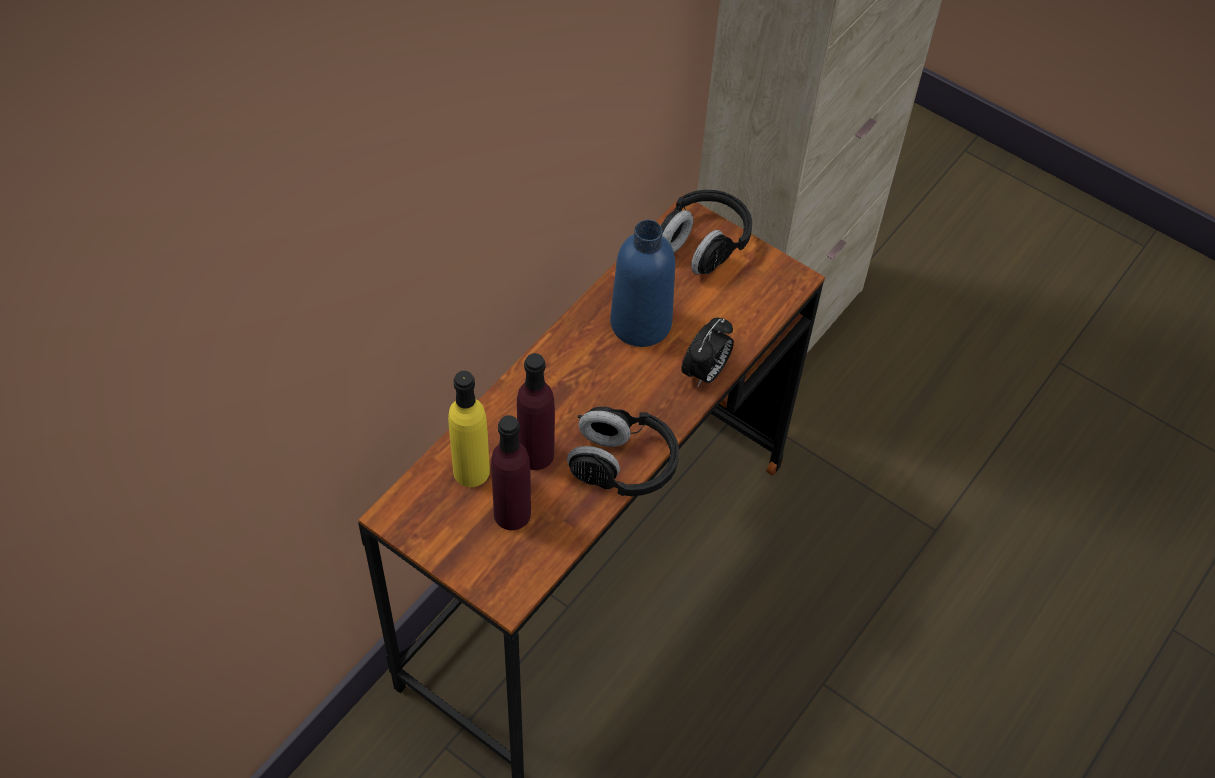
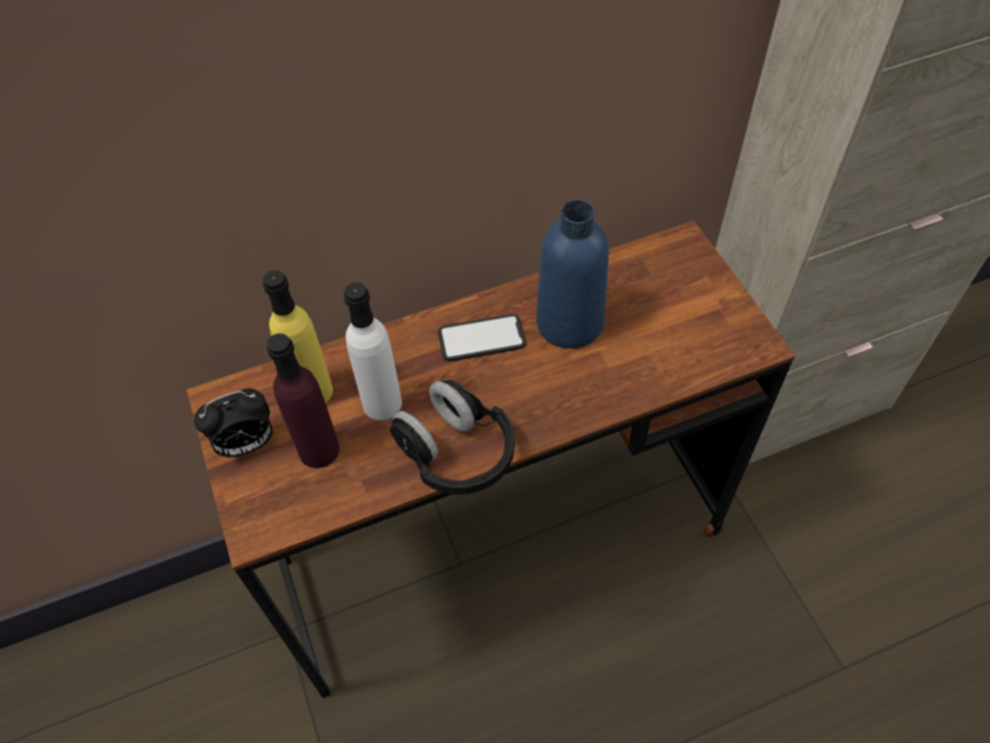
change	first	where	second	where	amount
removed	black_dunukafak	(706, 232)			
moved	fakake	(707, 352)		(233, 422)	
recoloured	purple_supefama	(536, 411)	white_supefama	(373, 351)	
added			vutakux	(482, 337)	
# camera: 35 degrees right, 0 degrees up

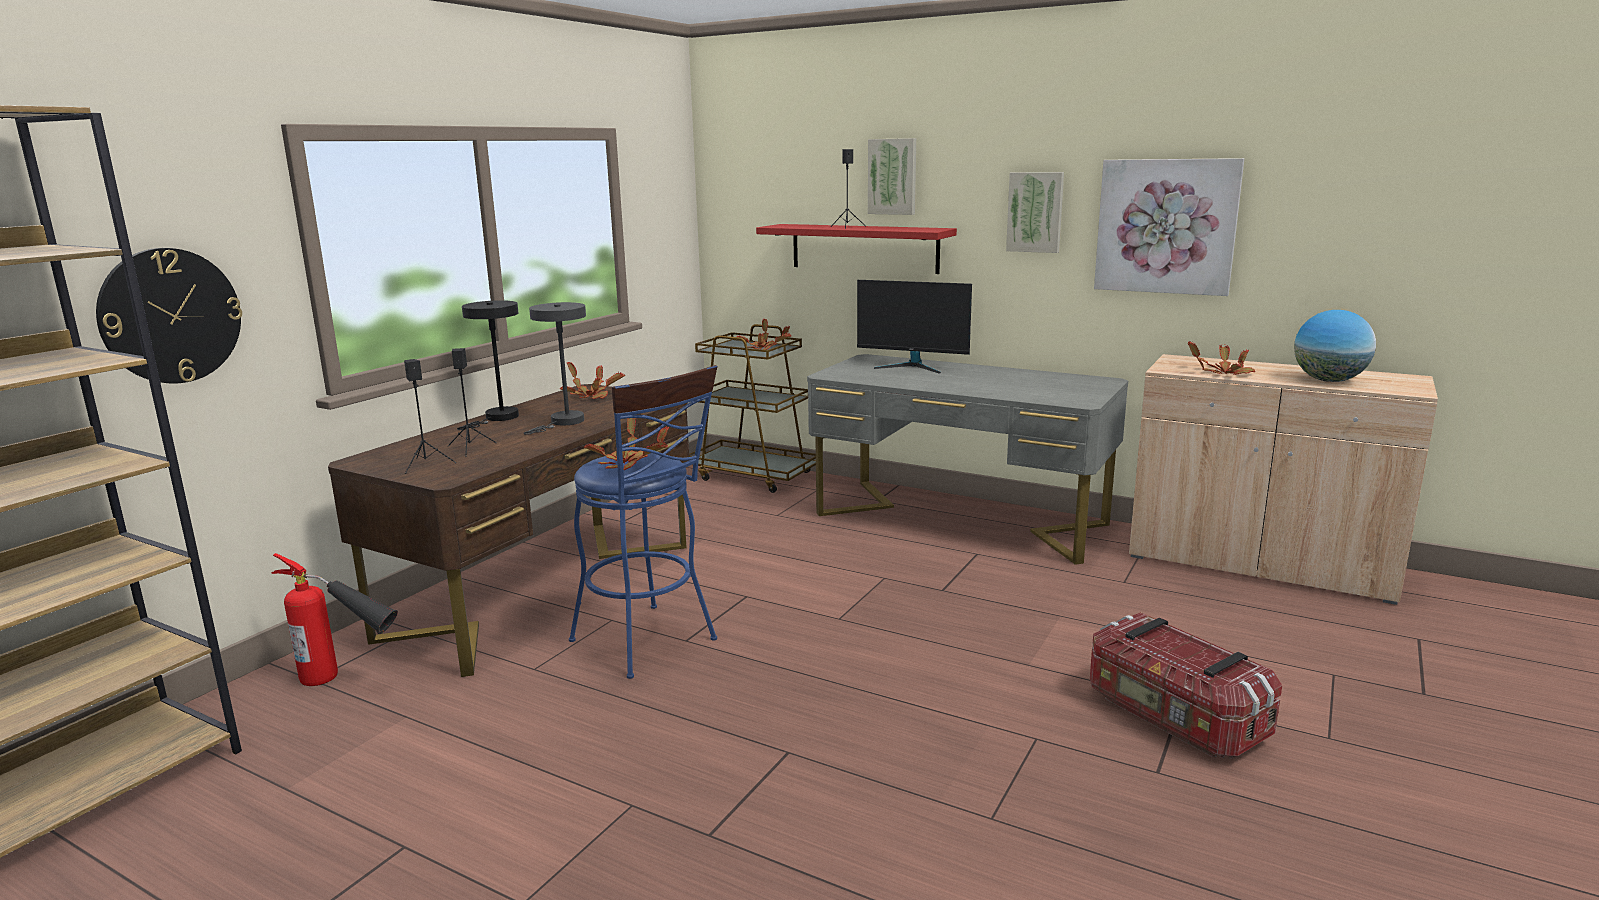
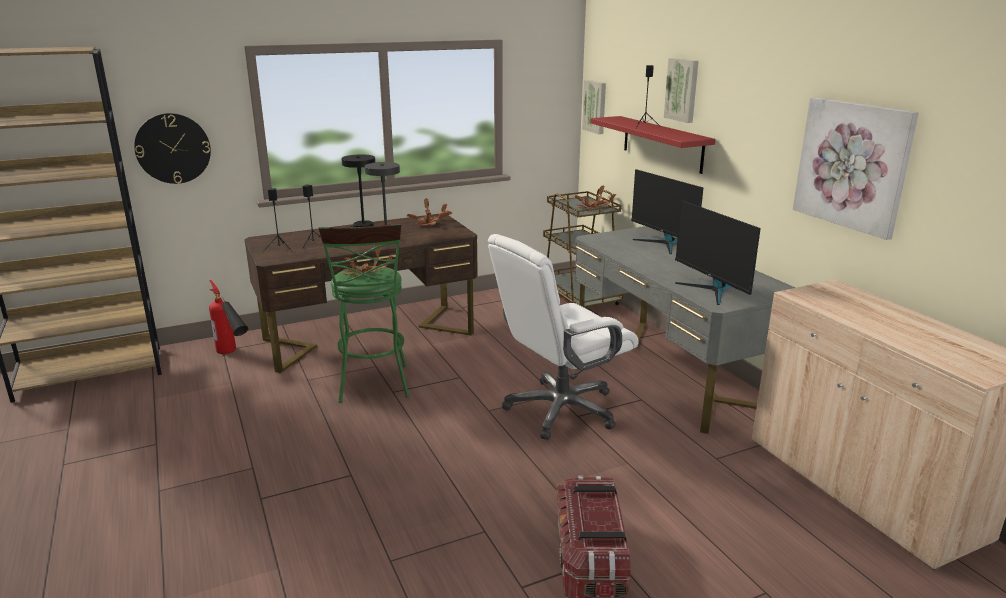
change	first	where	second	where	amount
moved	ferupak	(1035, 212)		(594, 107)	
removed	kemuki	(1335, 346)			
removed	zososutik	(1221, 358)			
recoloured	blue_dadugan	(643, 522)	green_dadugan	(364, 313)	
added			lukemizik	(718, 252)	
added			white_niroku	(563, 337)	
# camera: 35 degrees right, 5 degrees up

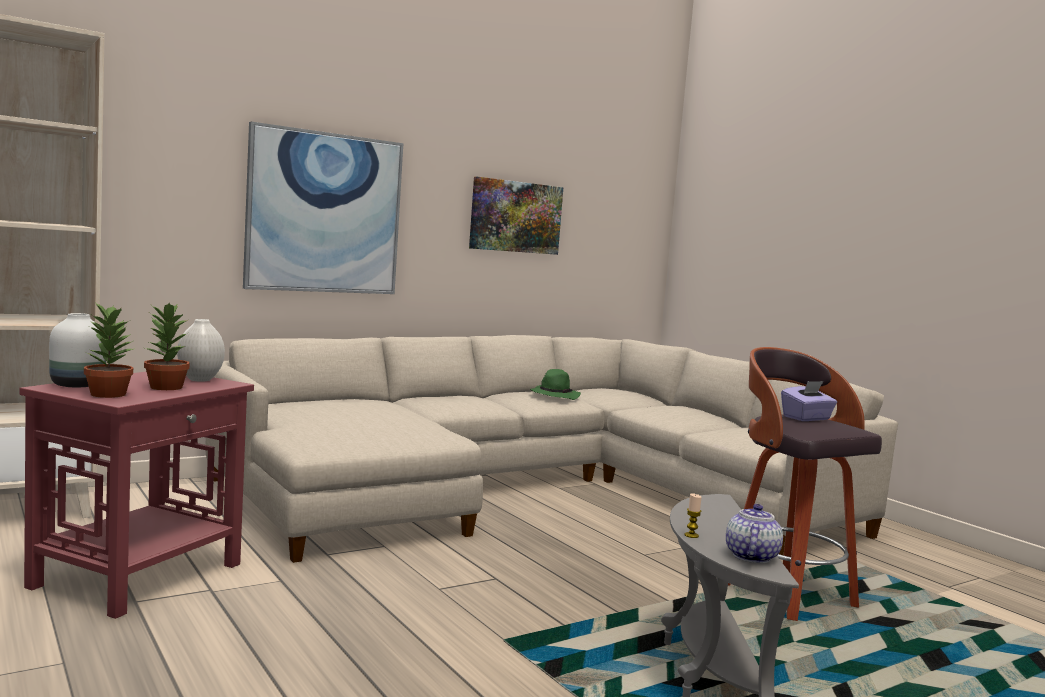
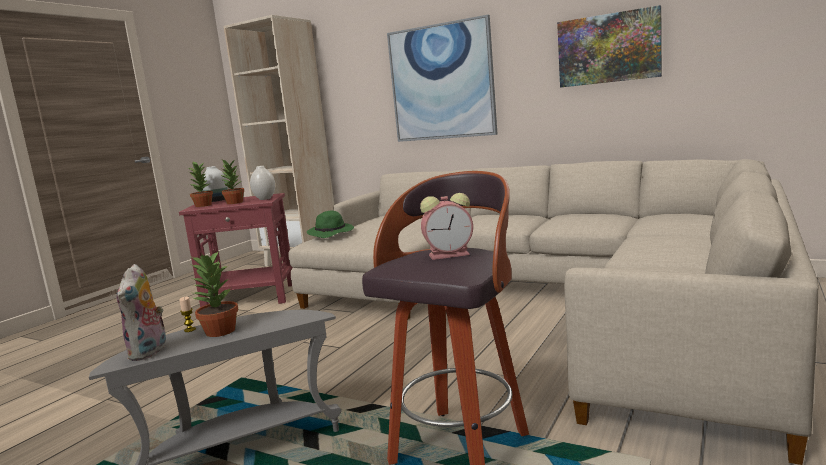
change	first	where	second	where	amount
moved	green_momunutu	(555, 384)		(330, 224)	
replaced	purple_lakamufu	(809, 401)	fakake	(446, 226)	
replaced	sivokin	(754, 533)	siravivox	(141, 312)	
added			zososutik	(215, 293)	
# camera: 65 degrees right, 5 degrees up

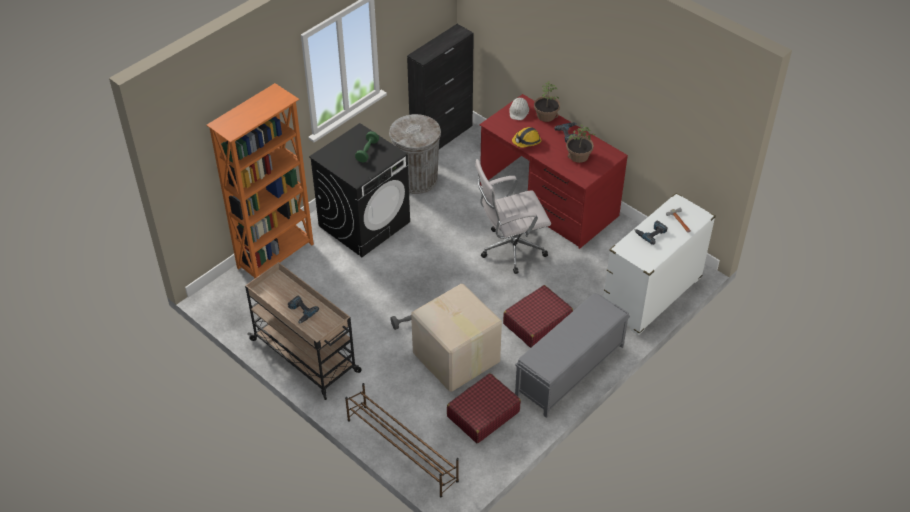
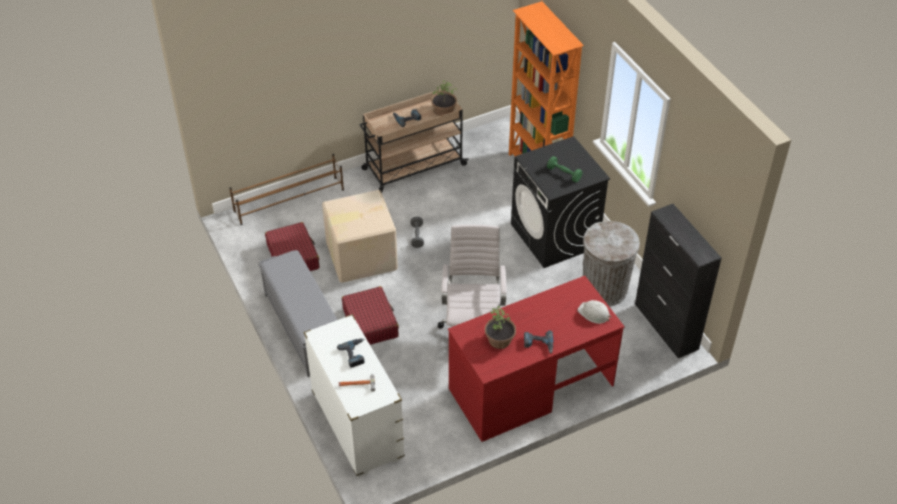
change	first	where	second	where	amount
moved	zososutik	(547, 101)		(444, 98)	
removed	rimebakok	(527, 137)			
# camera: 110 degrees right, 0 degrees up

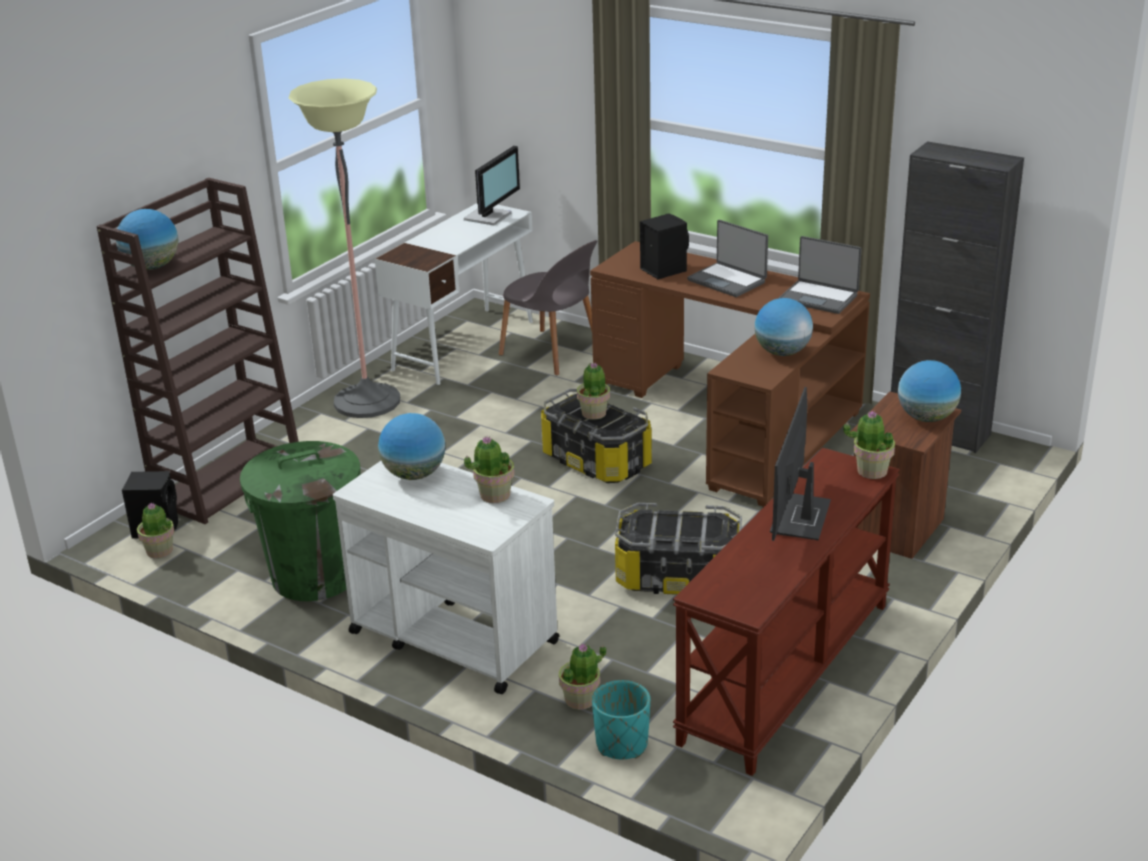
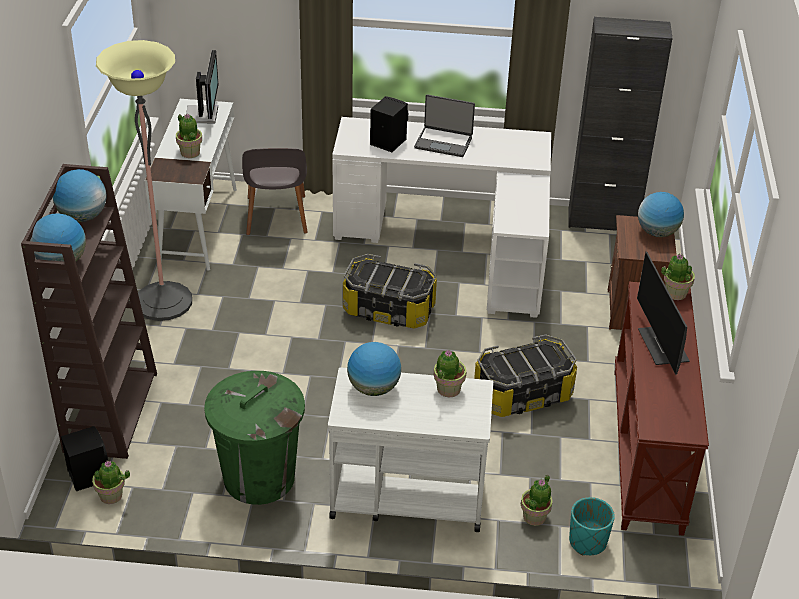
change	first	where	second	where	amount
removed	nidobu	(820, 275)			
turned	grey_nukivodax	(548, 307)		(275, 191)	75 degrees clockwise
recoloured	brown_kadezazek	(730, 374)	white_kadezazek	(441, 217)	
moved	kemuki	(783, 327)		(80, 195)	
moved	zososutik	(593, 391)		(189, 136)	
# camera: 30 degrees left, 10 degrees up

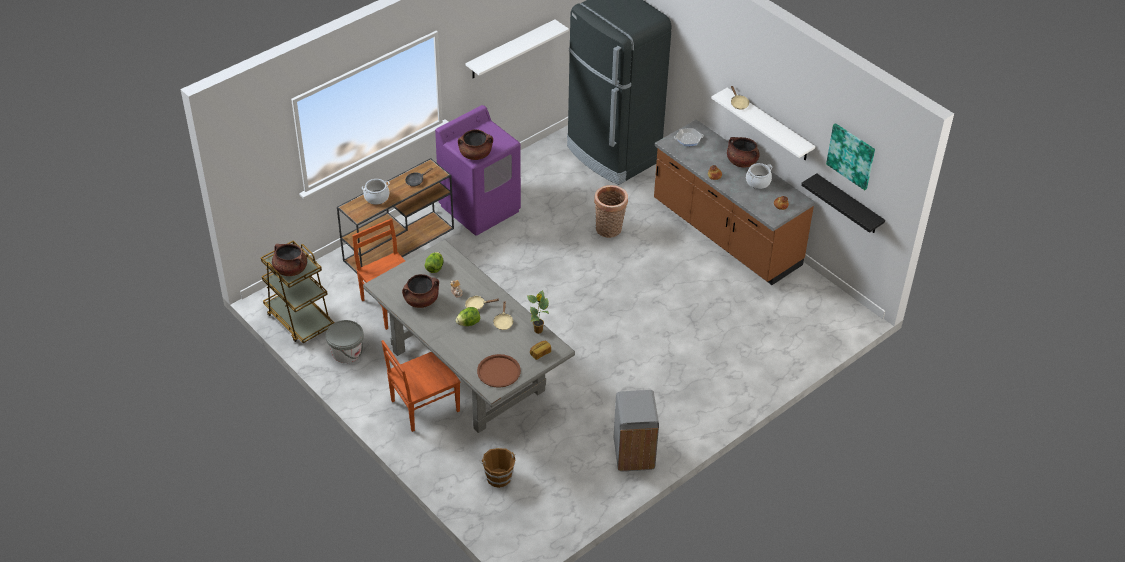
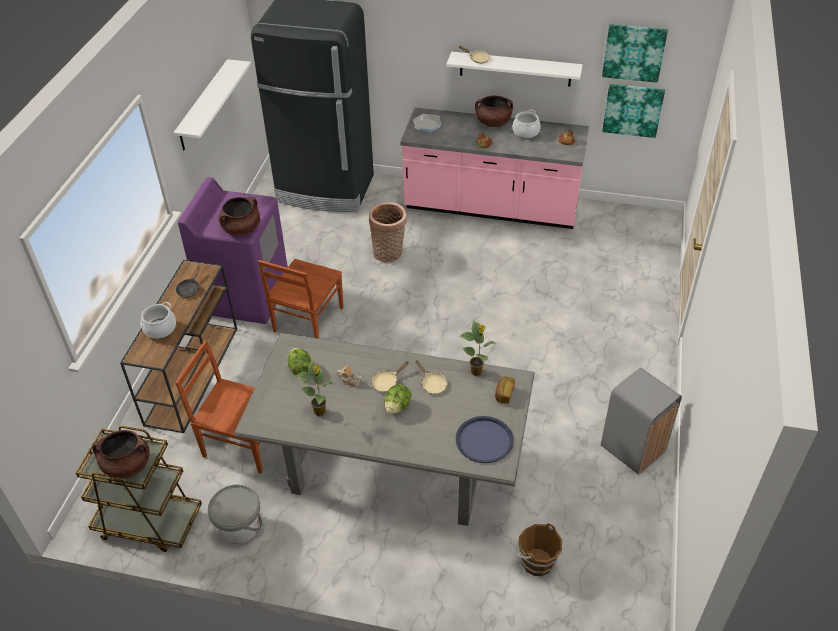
change	first	where	second	where	amount
recoloured	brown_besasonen	(734, 202)	pink_besasonen	(494, 168)	
replaced	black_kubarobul	(843, 203)	ferupak	(633, 111)	
replaced	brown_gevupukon	(420, 291)	zososutik	(315, 387)	
moved	brown_nukivodax	(421, 386)		(301, 299)	
recoloured	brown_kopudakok	(499, 371)	blue_kopudakok	(485, 439)	
# camera: 35 degrees left, 0 degrees up

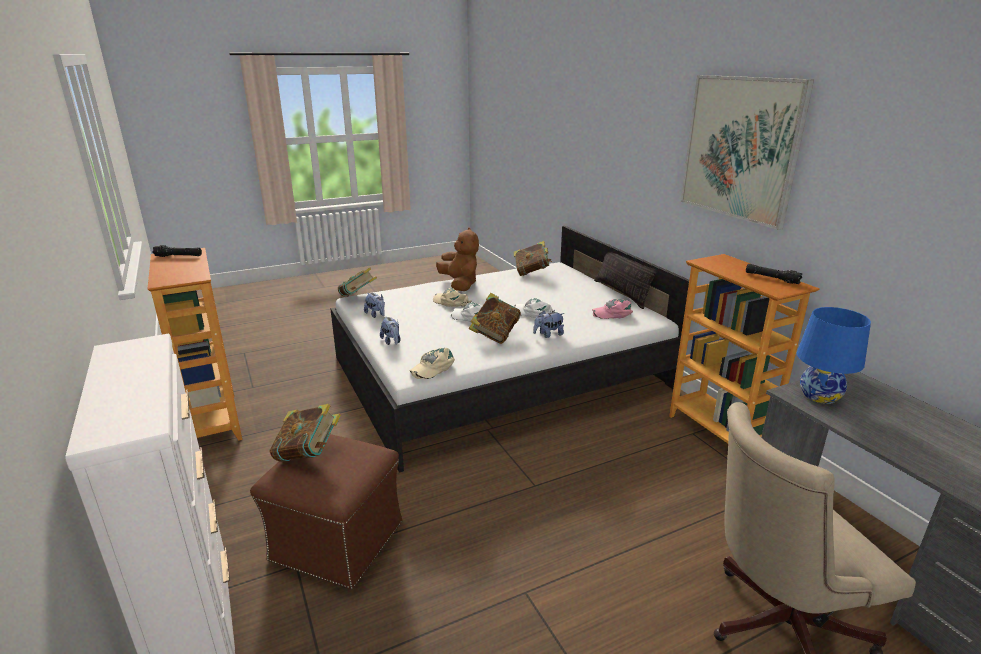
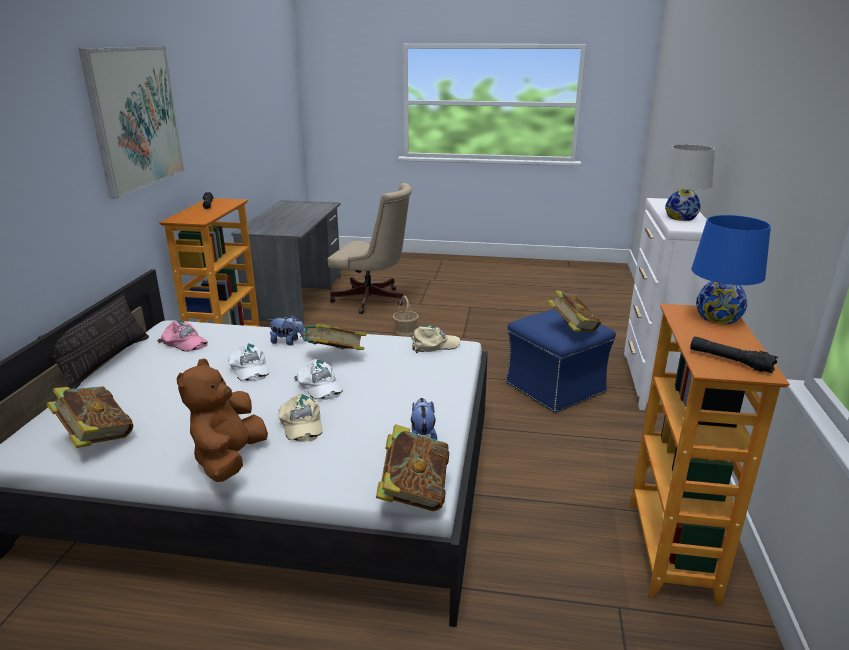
change	first	where	second	where	amount
moved	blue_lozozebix	(834, 355)		(731, 269)	
removed	siravivox	(390, 330)			
recoloured	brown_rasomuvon	(326, 511)	blue_rasomuvon	(560, 361)	
added			white_lozozebix	(688, 182)	
added			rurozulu	(406, 315)	
# camera: 145 degrees left, 0 degrees up

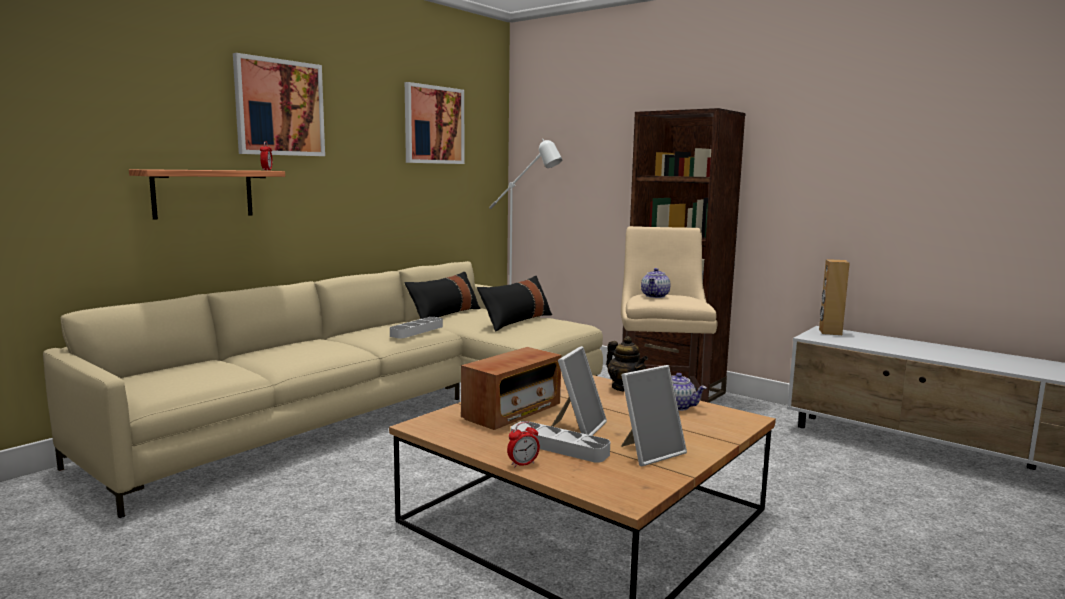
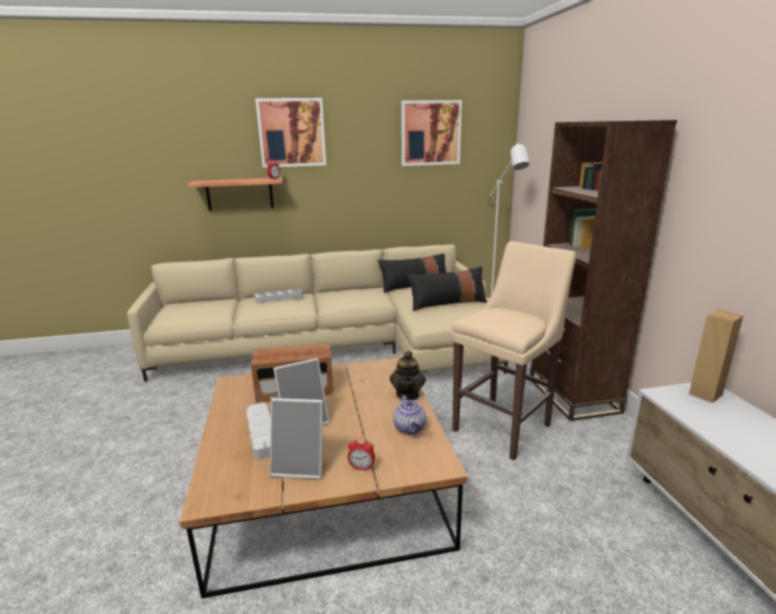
change	first	where	second	where	amount
removed	sivokin	(655, 283)			
moved	grey_kopudakok	(416, 327)		(279, 295)	
moved	fakake	(523, 444)		(361, 454)	
# camera: 40 degrees right, 10 degrees up

